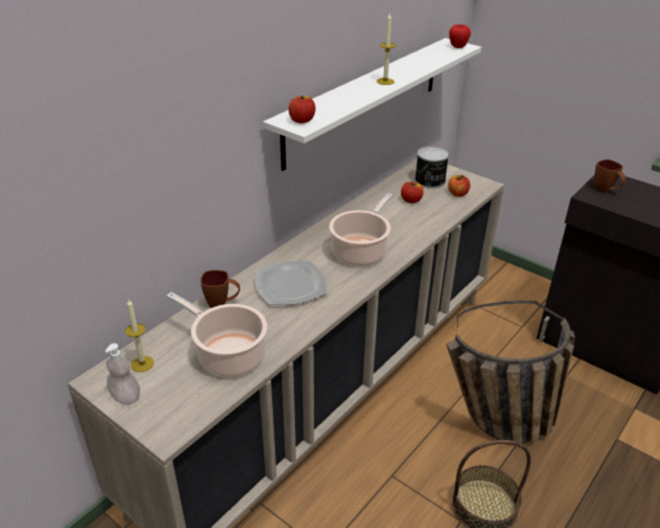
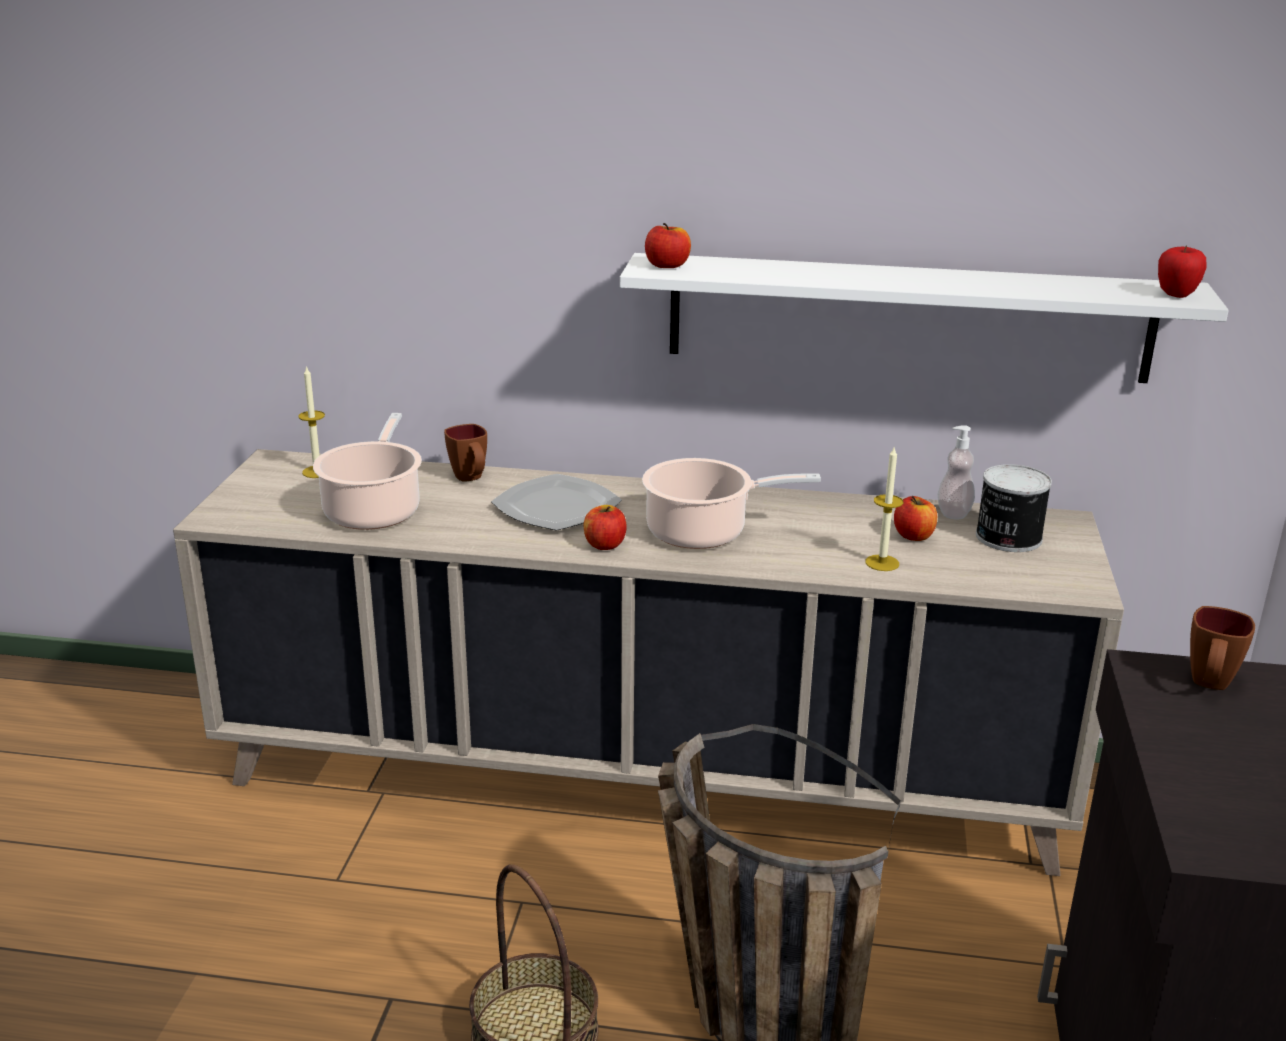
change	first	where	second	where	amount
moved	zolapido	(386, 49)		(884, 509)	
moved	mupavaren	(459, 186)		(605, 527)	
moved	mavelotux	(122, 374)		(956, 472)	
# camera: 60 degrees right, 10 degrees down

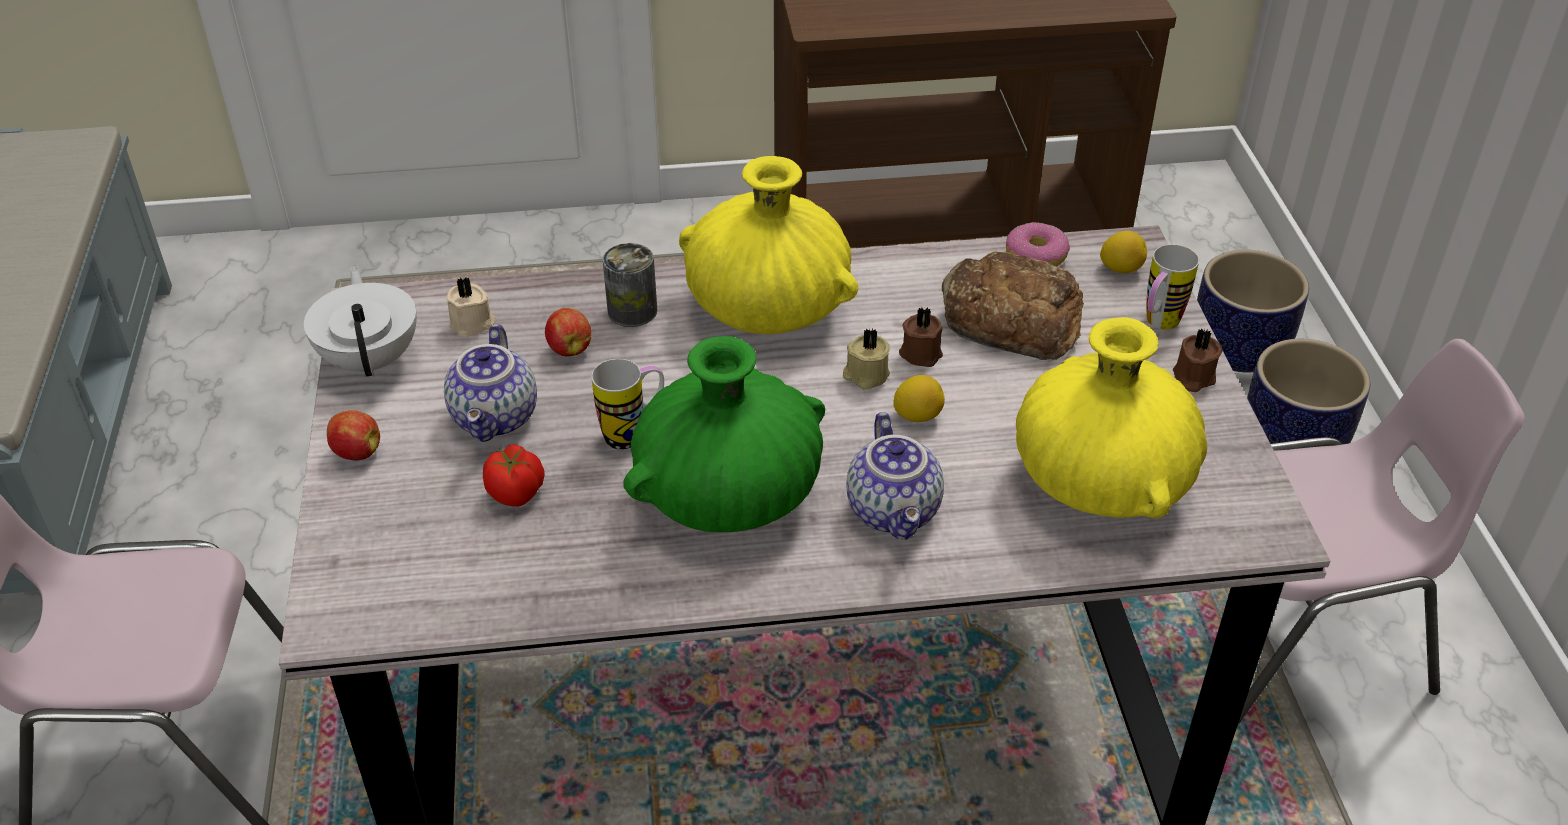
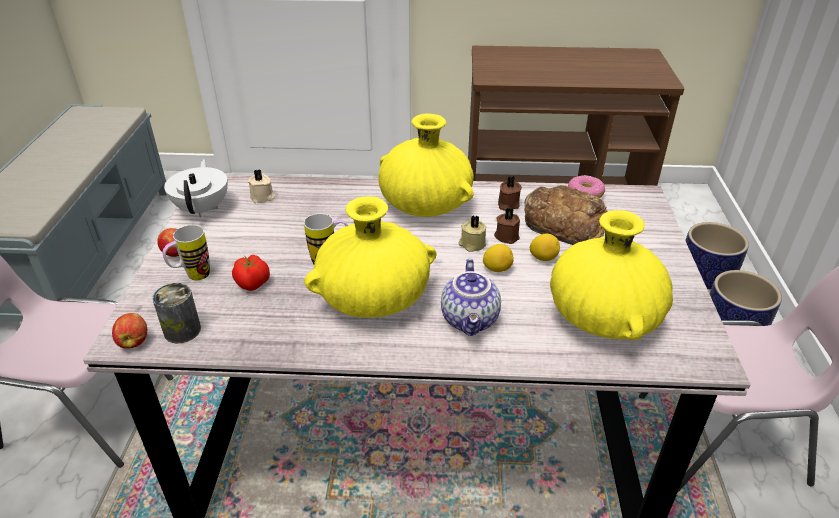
change	first	where	second	where	amount
moved	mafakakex	(1123, 252)		(544, 247)	
moved	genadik	(630, 285)		(176, 313)	
moved	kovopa	(1173, 287)		(186, 252)	
moved	mupavaren	(568, 332)		(129, 330)	
removed	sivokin	(490, 383)			
moved	brown_zolapido	(1198, 360)		(510, 193)	
recoloured	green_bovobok	(724, 434)	yellow_bovobok	(370, 257)	
# camera: 10 degrees right, 5 degrees down

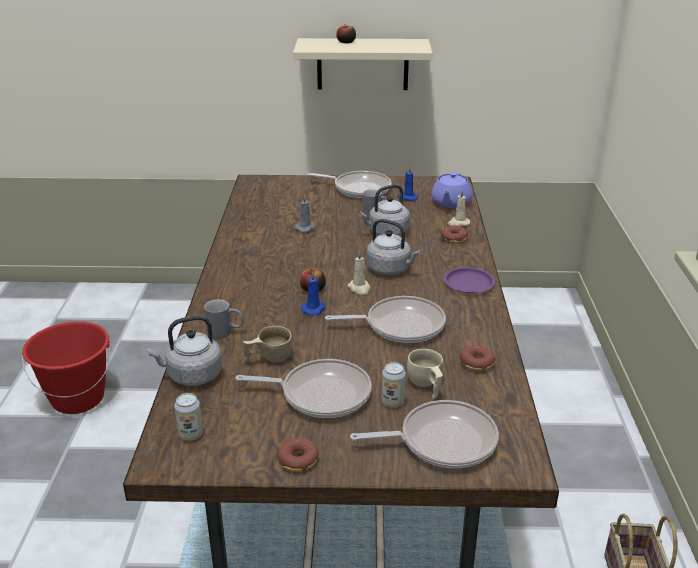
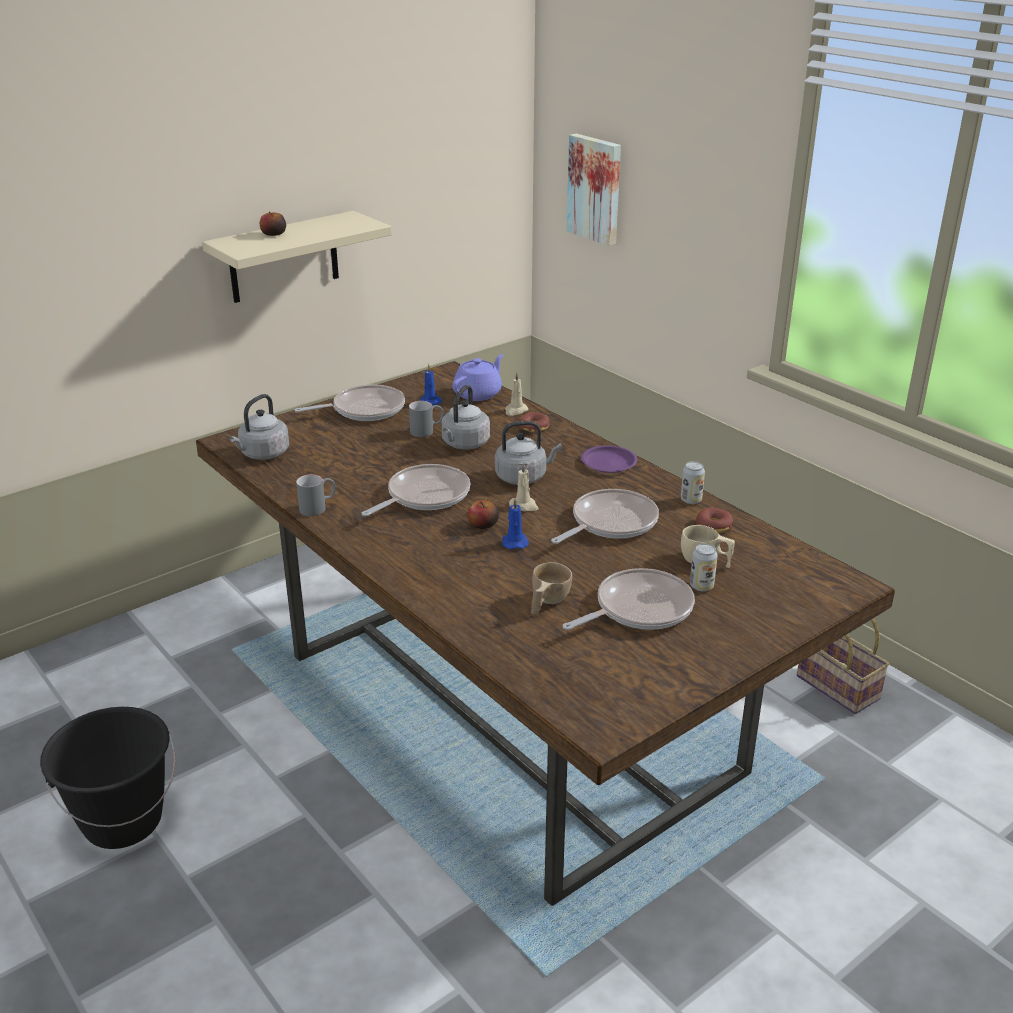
change	first	where	second	where	amount
turned	purple_sivokin	(452, 190)		(478, 377)	120 degrees counterclockwise
removed	grey_zolapido	(305, 213)			
moved	grey_kovopa	(224, 319)		(316, 495)	
moved	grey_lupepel	(184, 350)		(259, 427)	
recoloured	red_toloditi	(66, 367)	black_toloditi	(108, 778)	
moved	genadik	(188, 417)		(693, 482)	
moved	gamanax	(424, 434)		(416, 490)	
removed	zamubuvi	(298, 454)			
added			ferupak	(594, 190)	
# camera: 40 degrees left, 0 degrees up

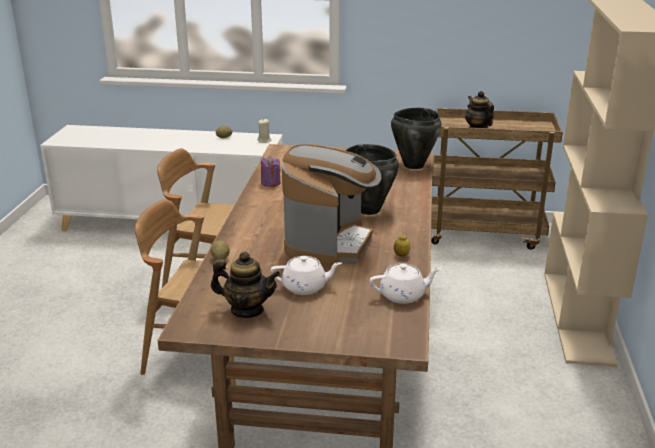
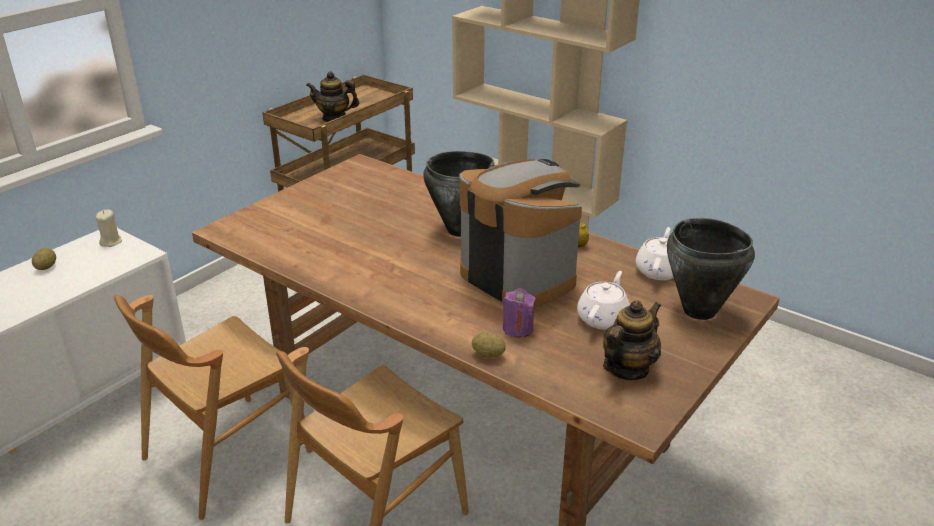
change	first	where	second	where	amount
moved	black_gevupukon	(416, 138)		(711, 269)	
moved	purple_zolapido	(270, 171)		(519, 313)	
# camera: 60 degrees left, 5 degrees up

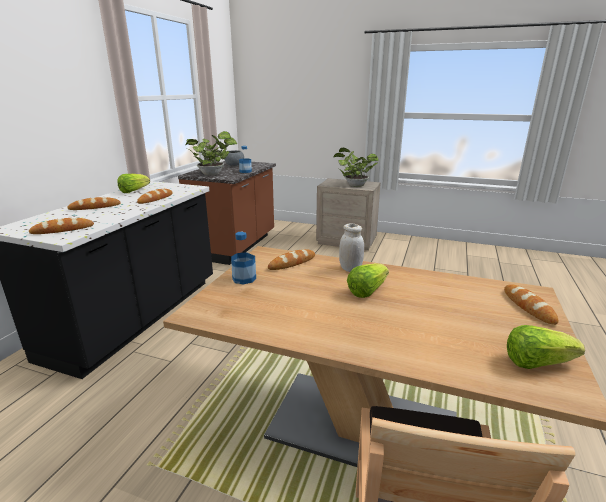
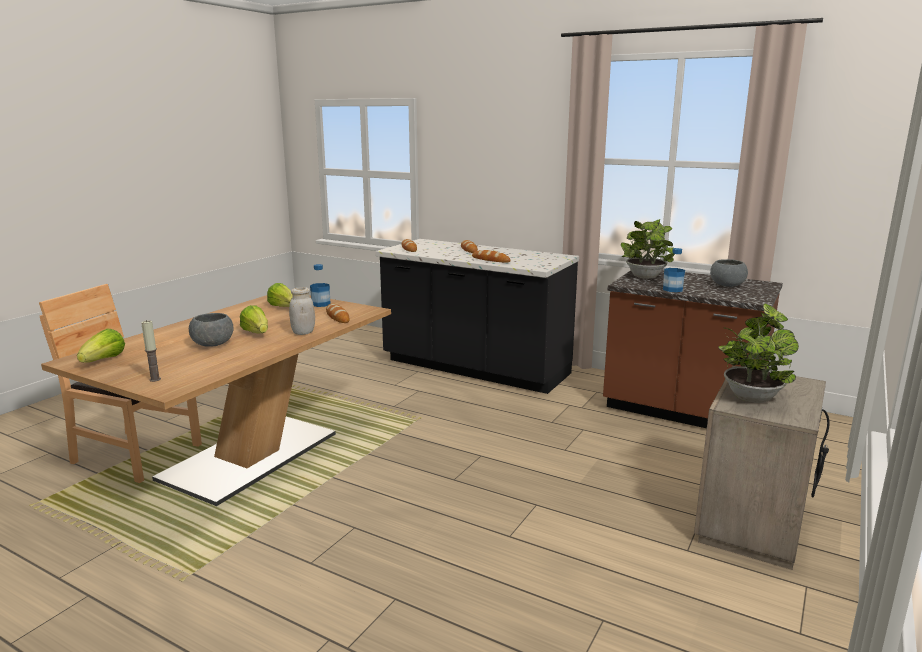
change	first	where	second	where	amount
moved	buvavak	(134, 183)		(279, 295)	
replaced	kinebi	(531, 304)	zolapido	(151, 351)	
added			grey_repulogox	(211, 330)	
# camera: 100 degrees right, 5 degrees down

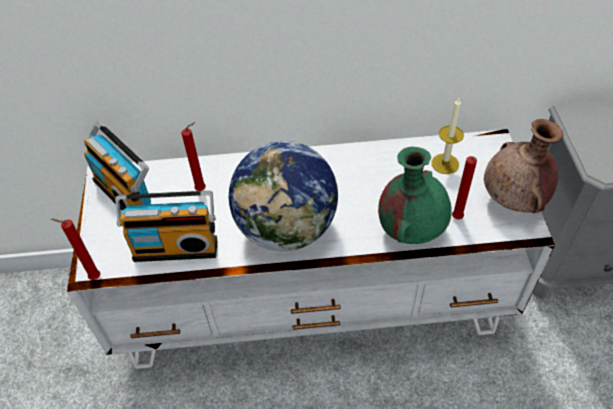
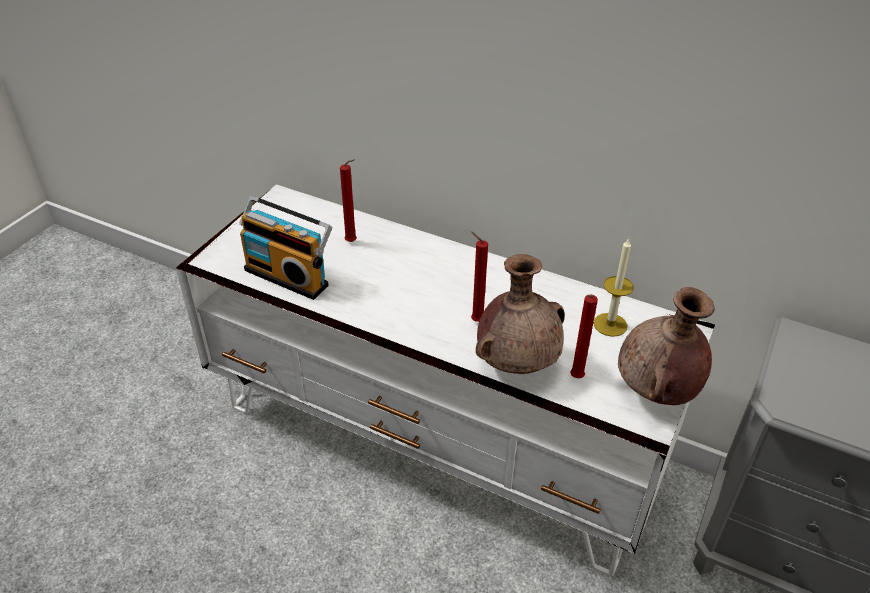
change	first	where	second	where	amount
removed	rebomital	(117, 166)			
removed	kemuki	(283, 196)			
recoloured	green_bovobok	(414, 195)	brown_bovobok	(520, 314)	
moved	red_zolapido	(75, 249)		(479, 276)	
# camera: 30 degrees right, 10 degrees down

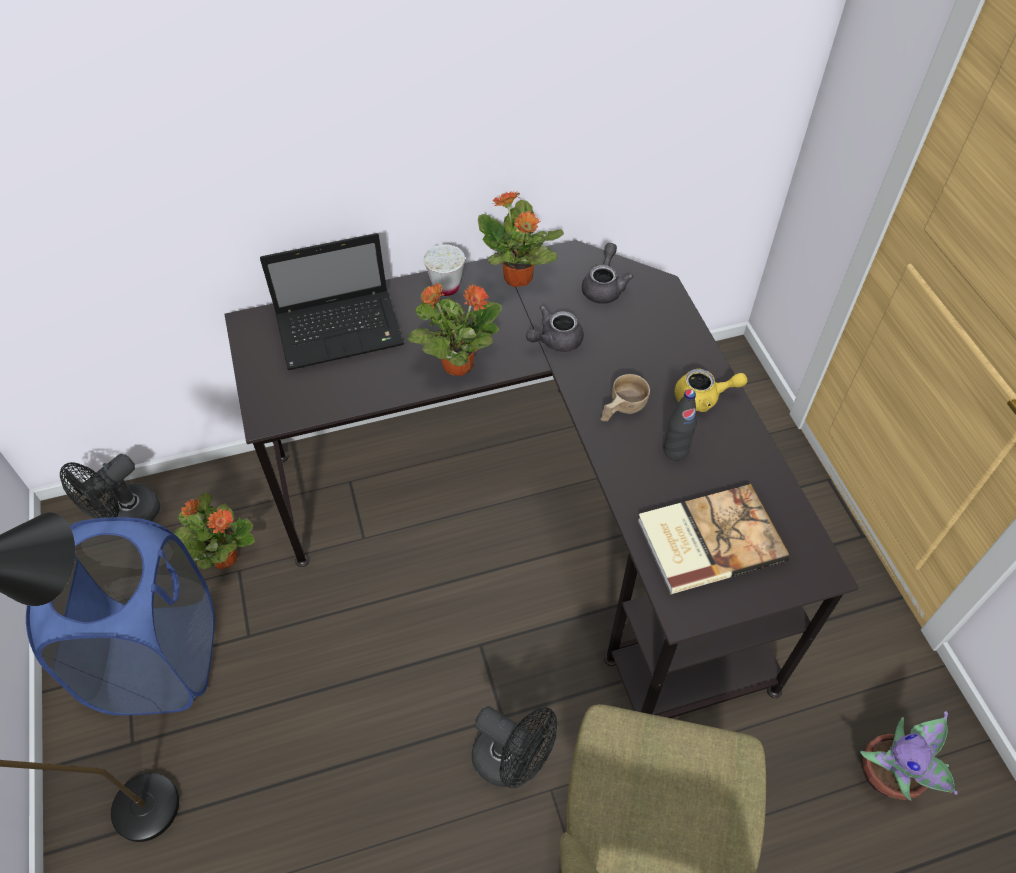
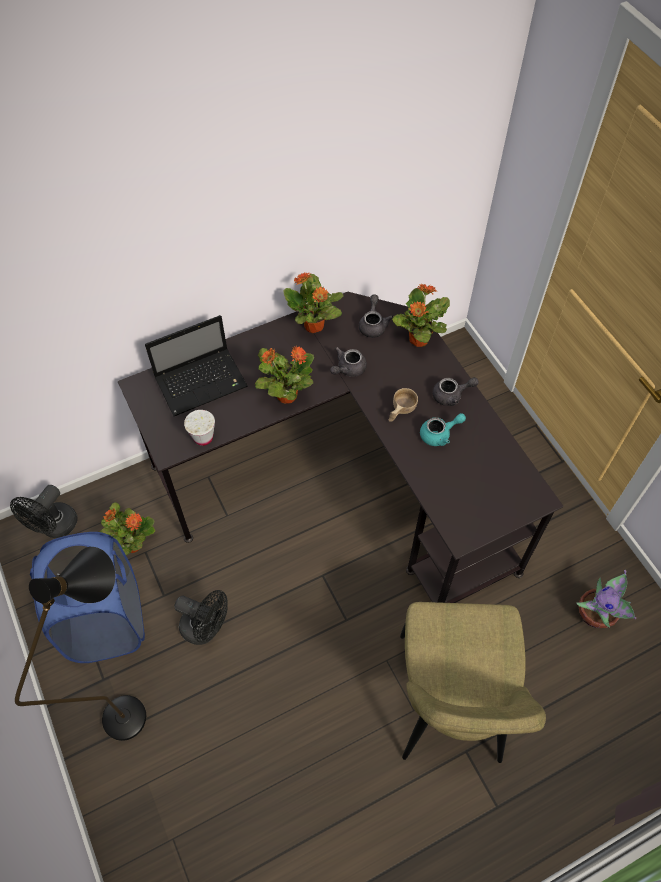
change	first	where	second	where	amount
moved	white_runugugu	(444, 270)		(199, 428)	
recoloured	yellow_sivokin	(711, 390)	grey_sivokin	(455, 391)	
replaced	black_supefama	(680, 424)	turquoise_sivokin	(443, 429)	
removed	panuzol	(713, 539)			
moved	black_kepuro	(514, 747)		(201, 617)	
added			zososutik	(421, 315)	
# camera: 10 degrees left, 5 degrees up

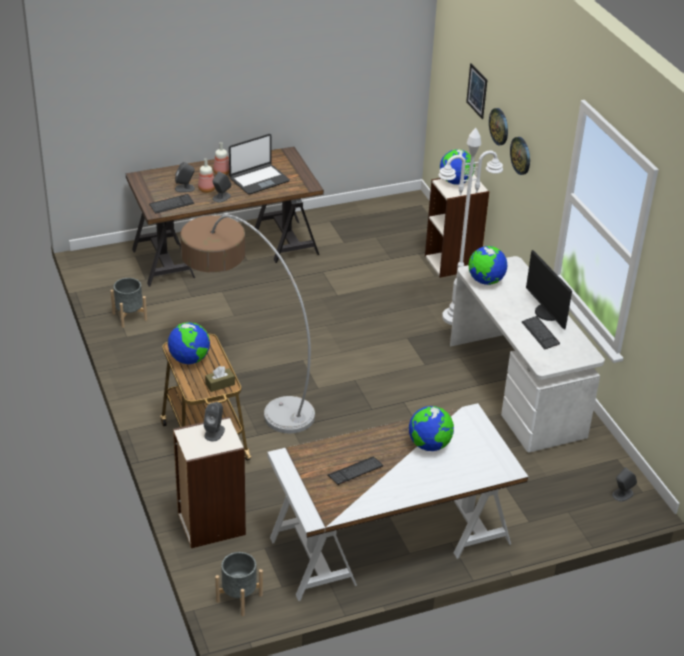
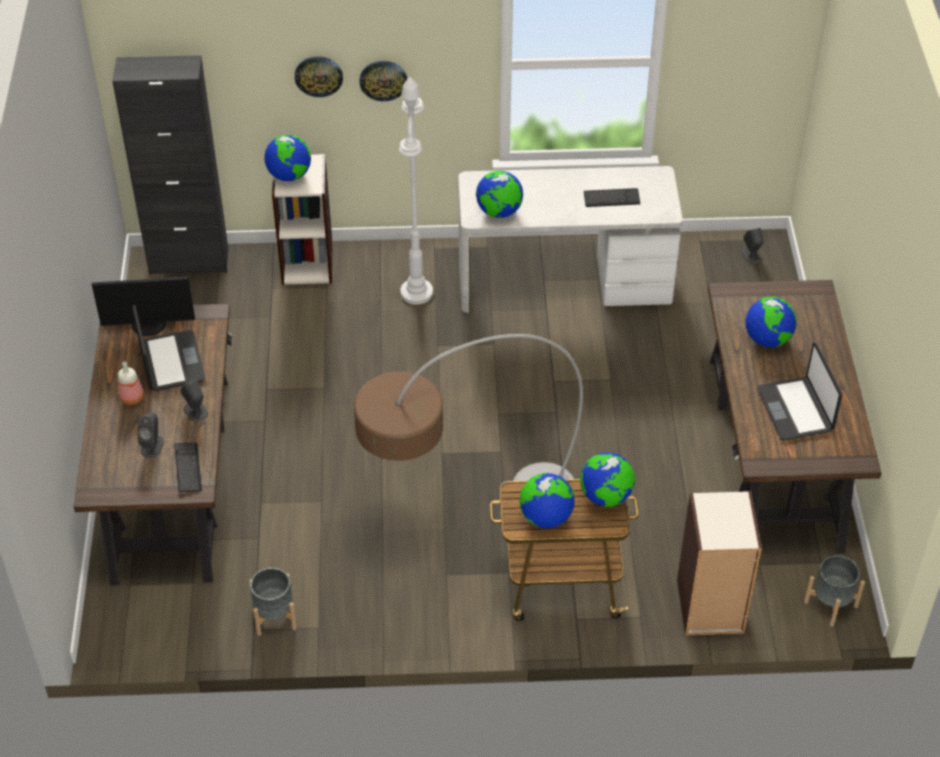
change	first	where	second	where	amount
removed	ferupak	(476, 91)			
removed	supefama	(206, 175)			
moved	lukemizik	(549, 290)		(143, 306)	
replaced	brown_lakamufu	(220, 379)	kemuki	(607, 479)	
removed	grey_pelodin	(214, 421)			
recoloured	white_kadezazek	(397, 502)	brown_kadezazek	(795, 417)	
replaced	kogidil	(355, 471)	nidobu	(799, 391)	
added			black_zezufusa	(170, 165)	
# camera: 70 degrees left, 10 degrees up

